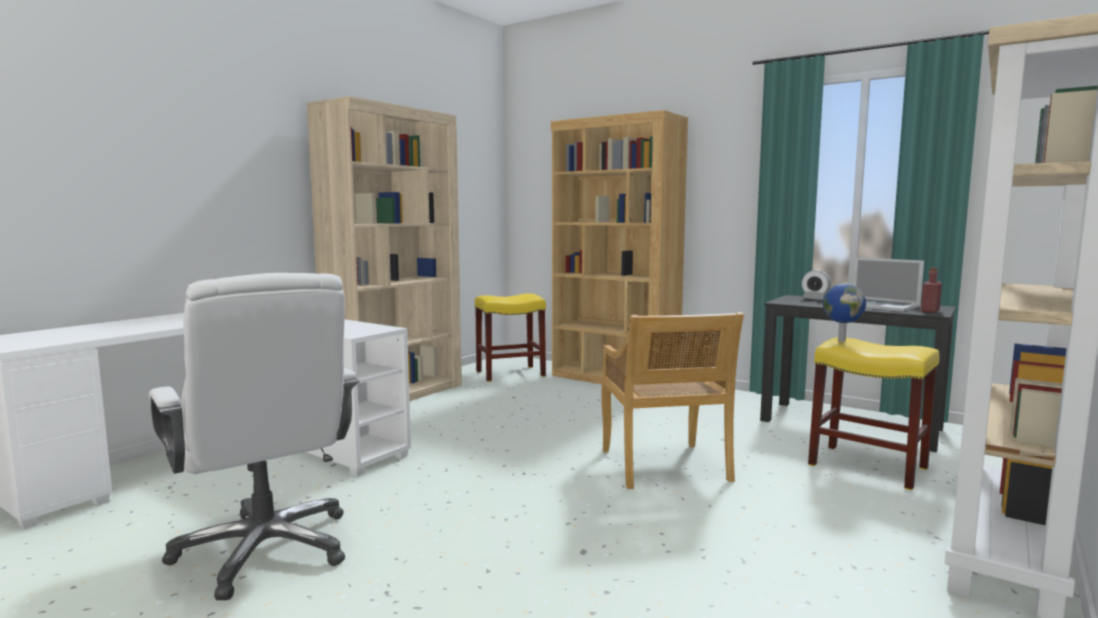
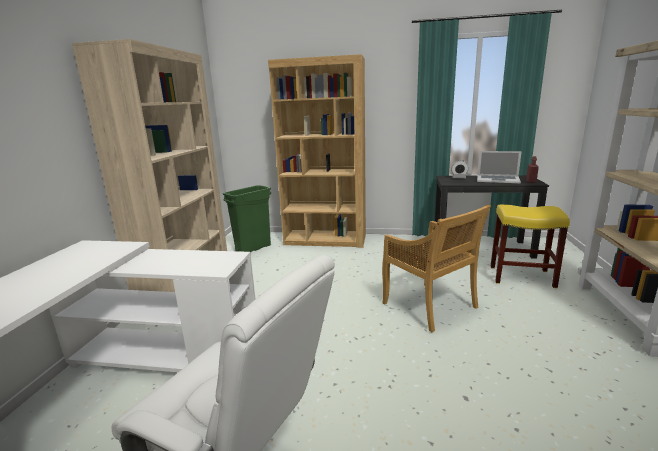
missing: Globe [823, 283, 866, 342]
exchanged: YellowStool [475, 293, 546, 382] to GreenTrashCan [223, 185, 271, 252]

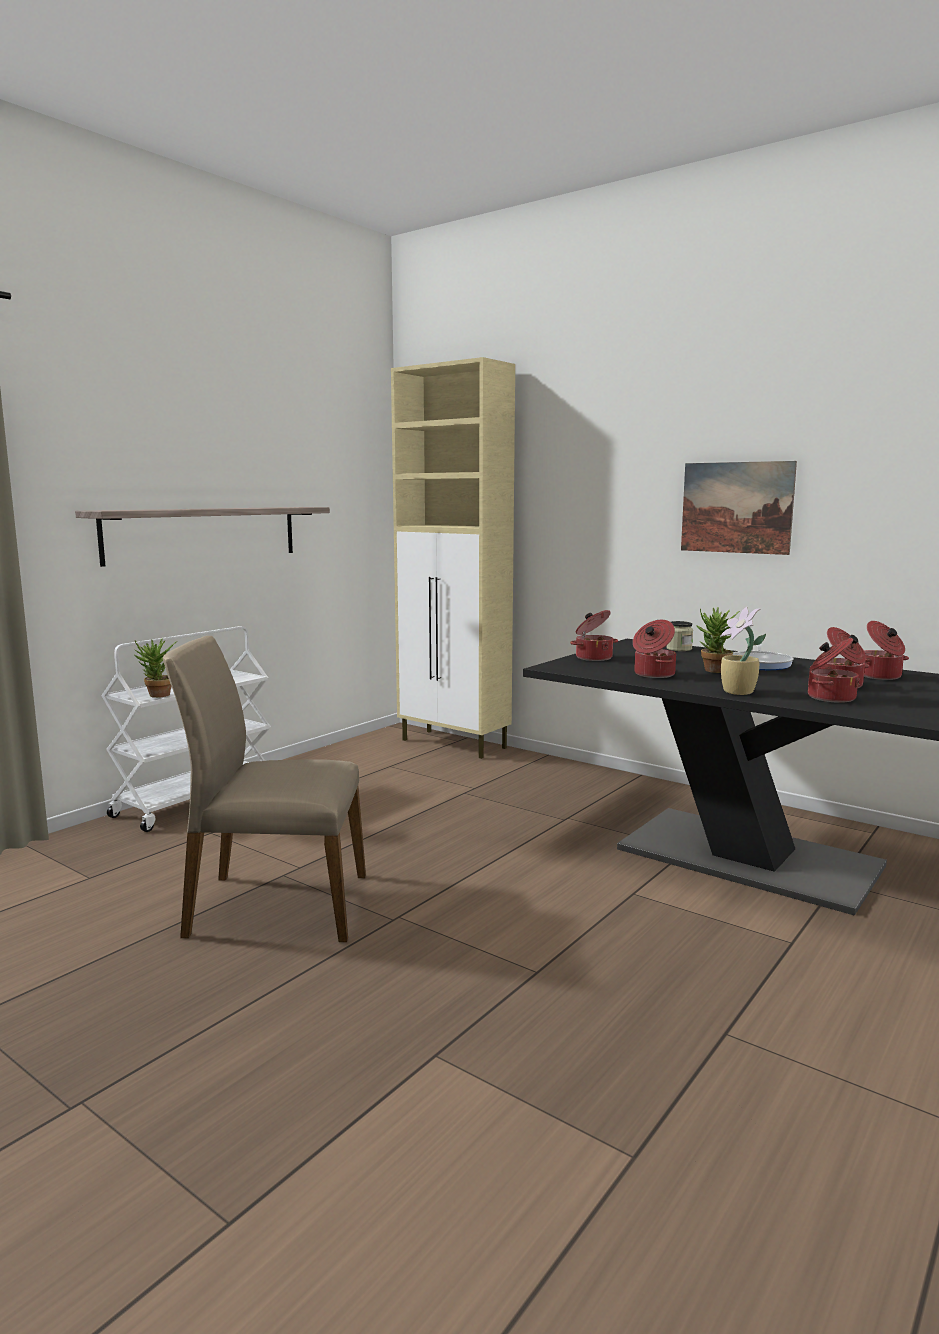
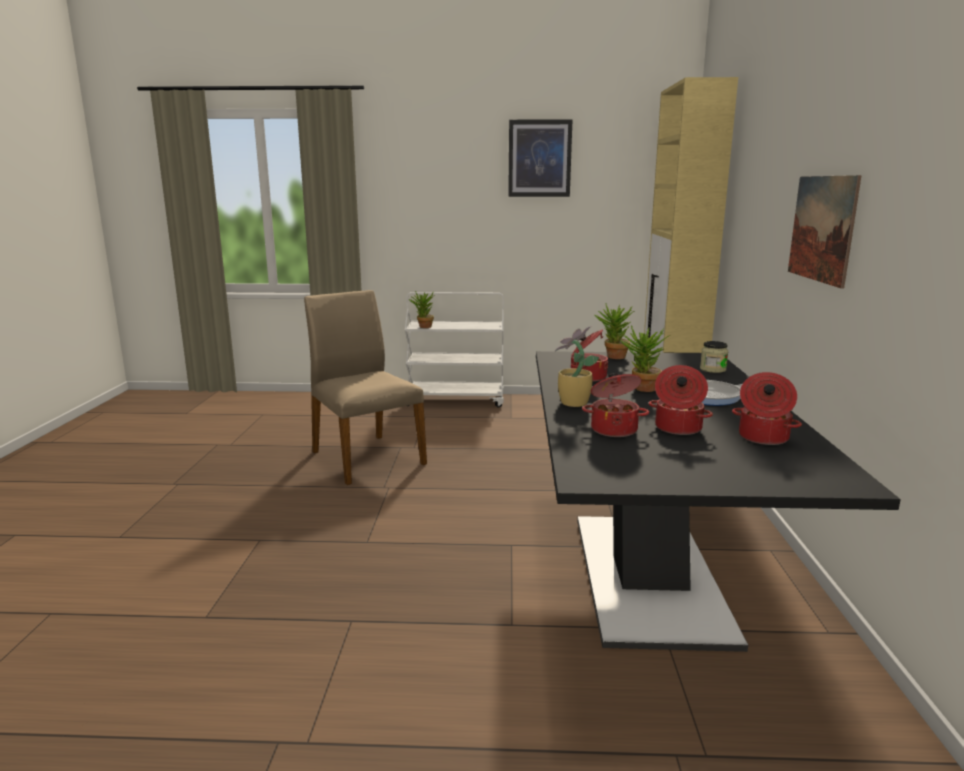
missing: Shelf [75, 507, 330, 567]
appeared: Picture [508, 119, 573, 197]
exchanged: CookingPot [570, 610, 618, 661] to PottedPlant [594, 303, 635, 359]

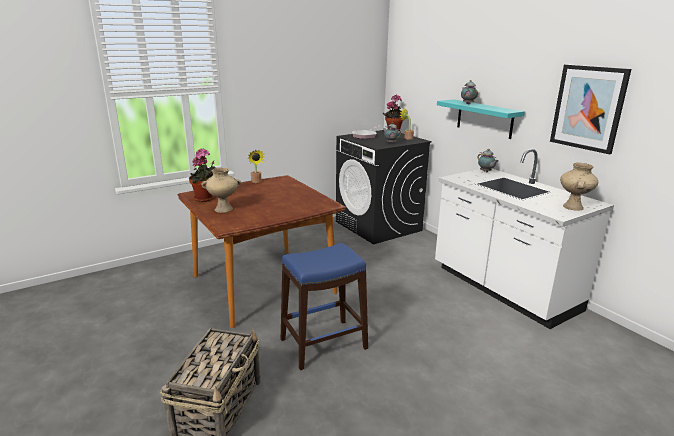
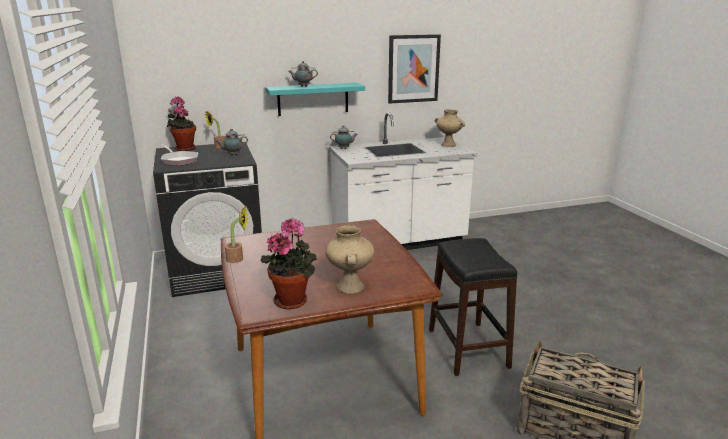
colour: BlueStool [281, 243, 368, 370] to BlackStool [429, 238, 517, 376]

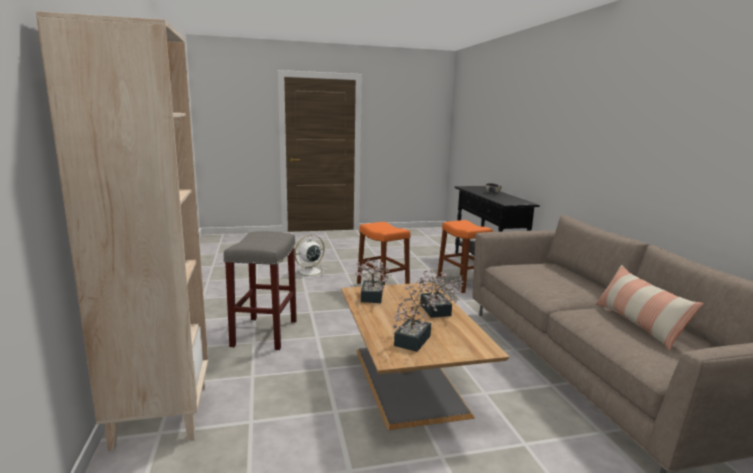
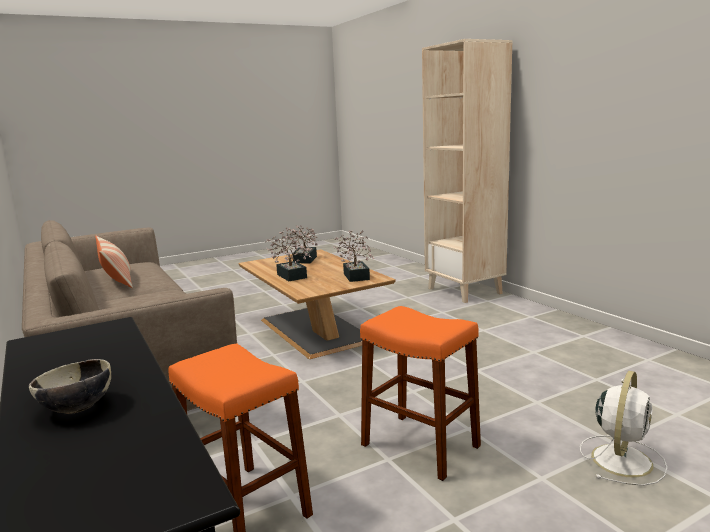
missing: GreyStool [224, 231, 297, 350]

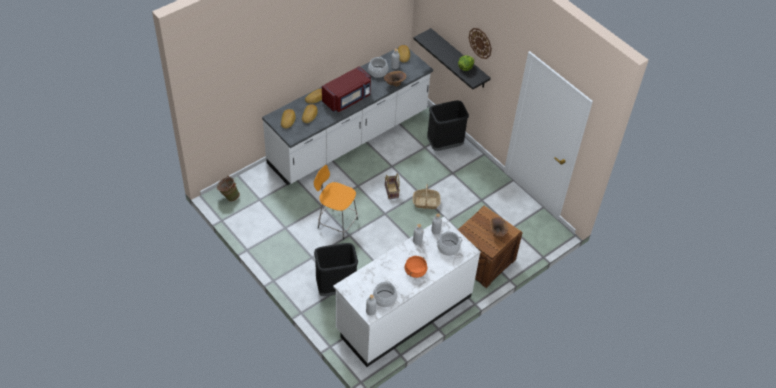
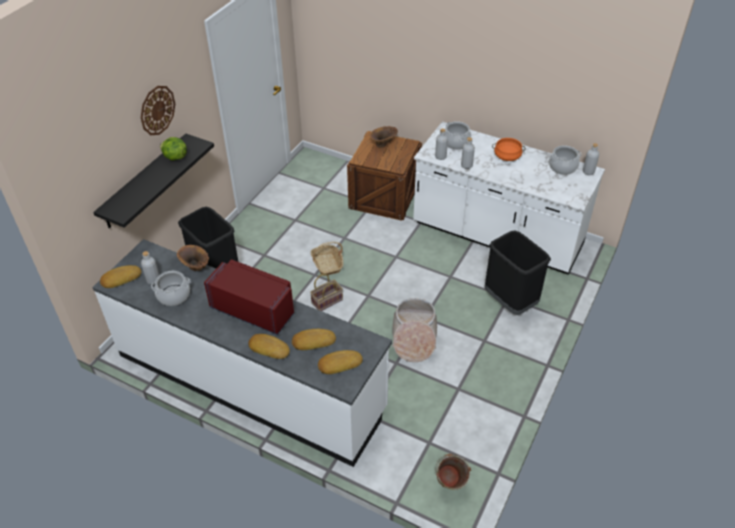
exchanged: OrangeStool [314, 165, 358, 240] to Basket [392, 298, 437, 362]

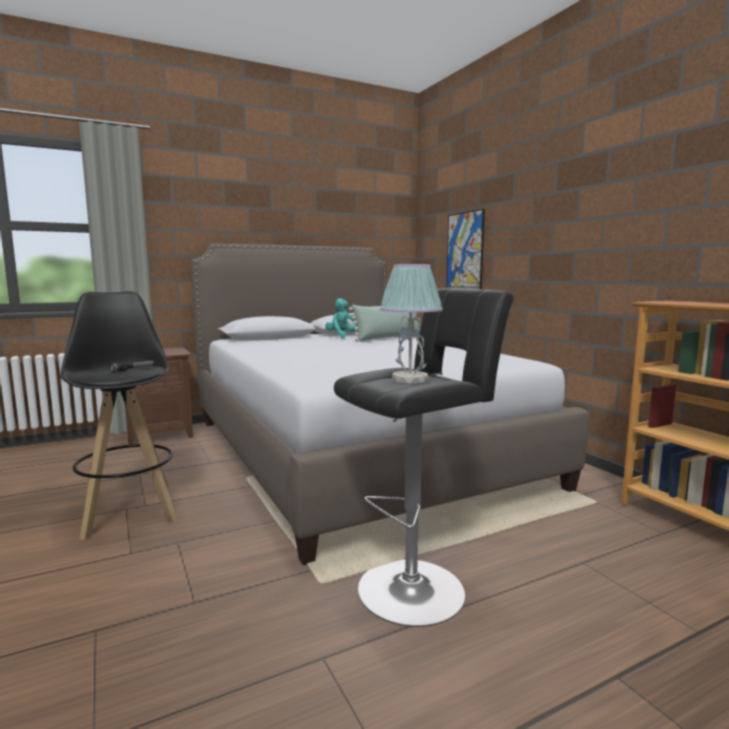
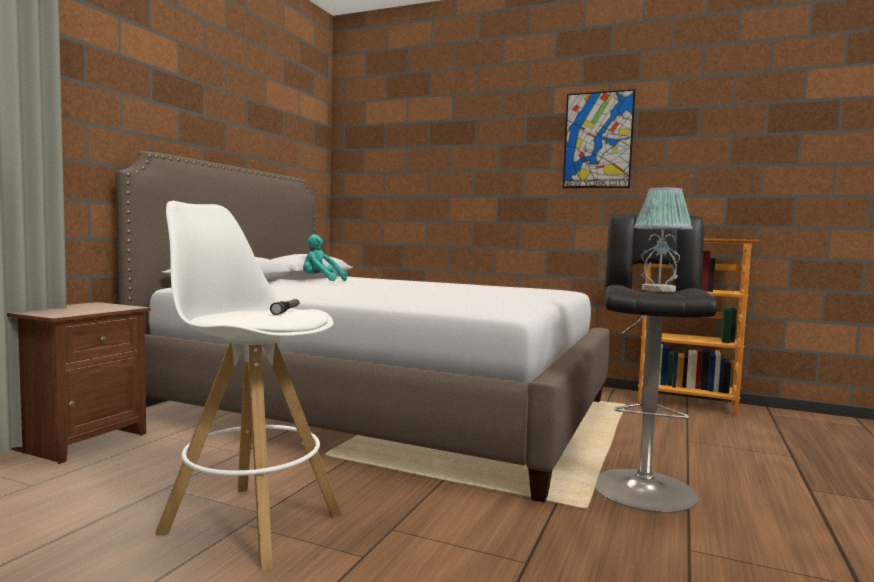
missing: GreenPillow [349, 305, 420, 341]
relocated: Picture [446, 209, 485, 289] to [563, 89, 635, 188]
colour: BlackStool [60, 291, 177, 540] to WhiteStool [155, 201, 343, 570]

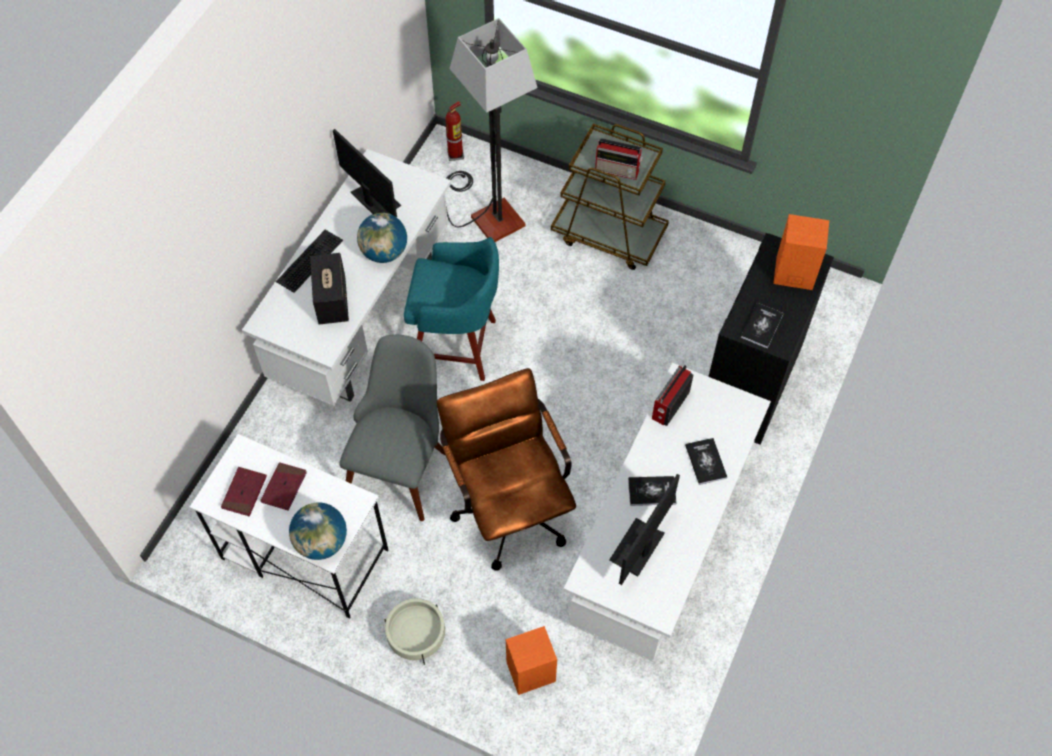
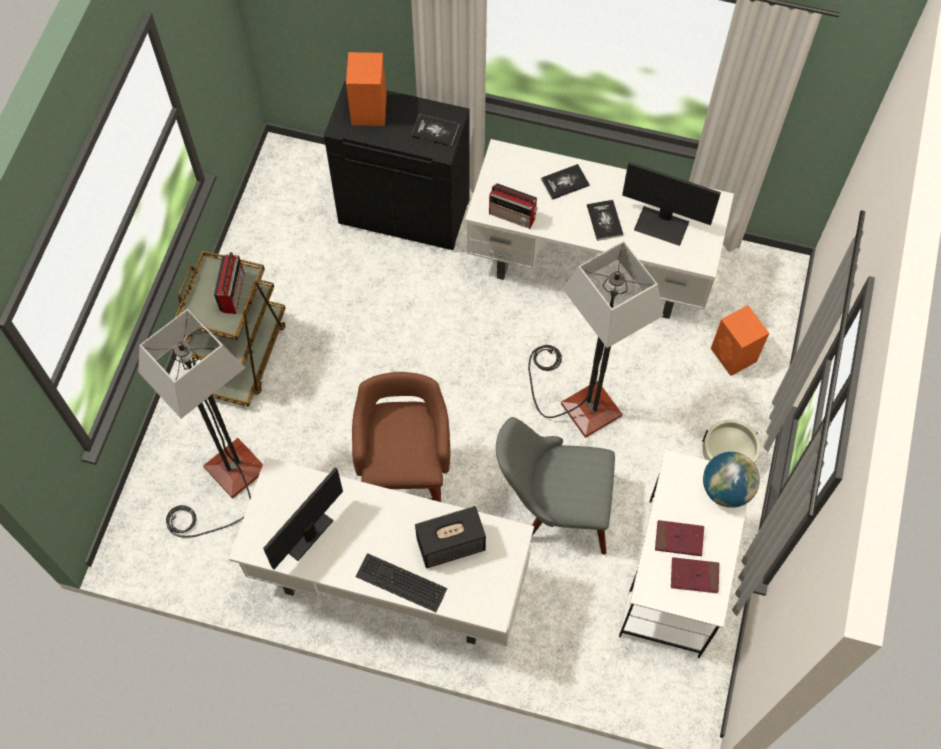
missing: FireExtinguisher [445, 101, 464, 161]; Globe [357, 213, 407, 263]
exchanged: BrownOfficeChair [437, 368, 576, 571] to FloorLamp [528, 241, 663, 438]
colour: TurquoiseStool [404, 237, 499, 381] to BrownStool [352, 372, 450, 502]

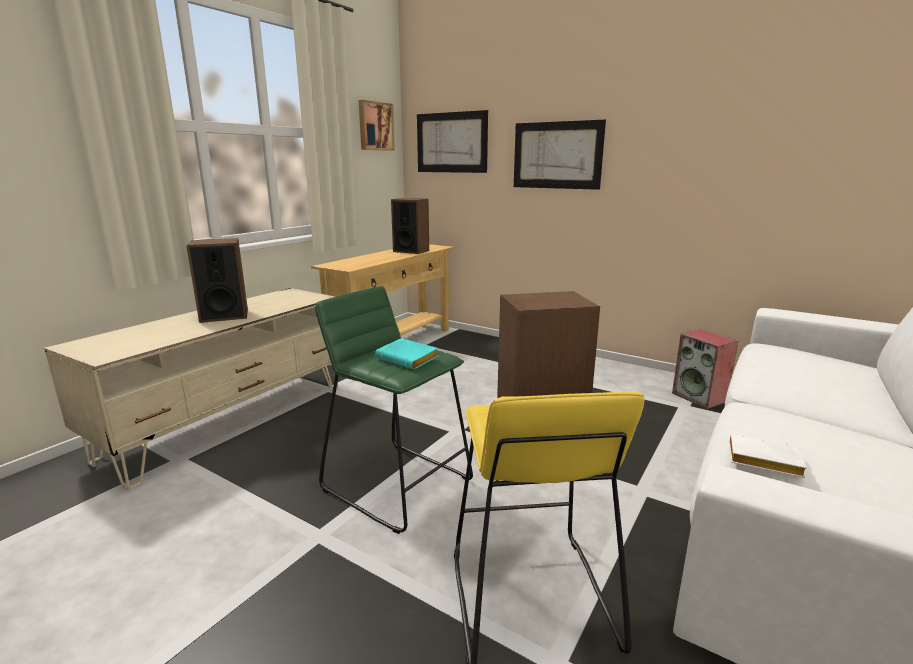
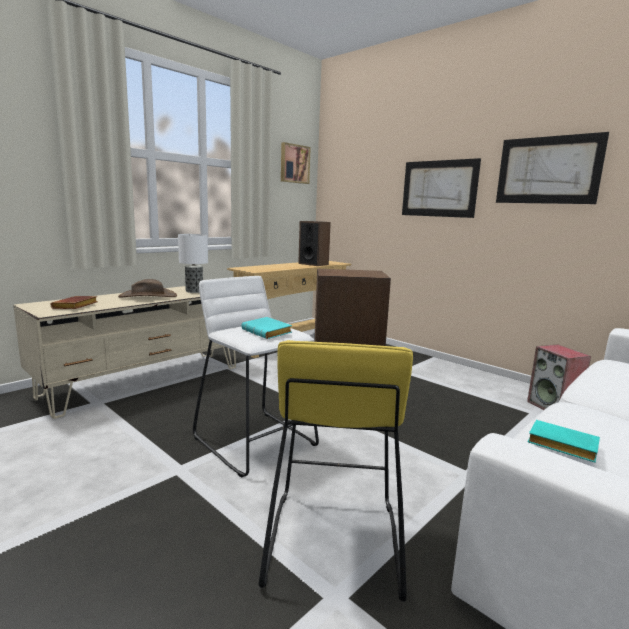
appeared: TableLamp [178, 234, 208, 293]; BrownBook [51, 296, 98, 309]
relocated: Picture [417, 110, 488, 173] to [496, 132, 609, 204]
exchanged: Speaker [186, 238, 248, 323] to BrownHat [118, 279, 177, 297]
colour: GreenStool [315, 286, 473, 534] to WhiteStool [193, 276, 319, 477]; WhiteBook [729, 434, 807, 478] to TurquoiseBook [528, 420, 600, 463]

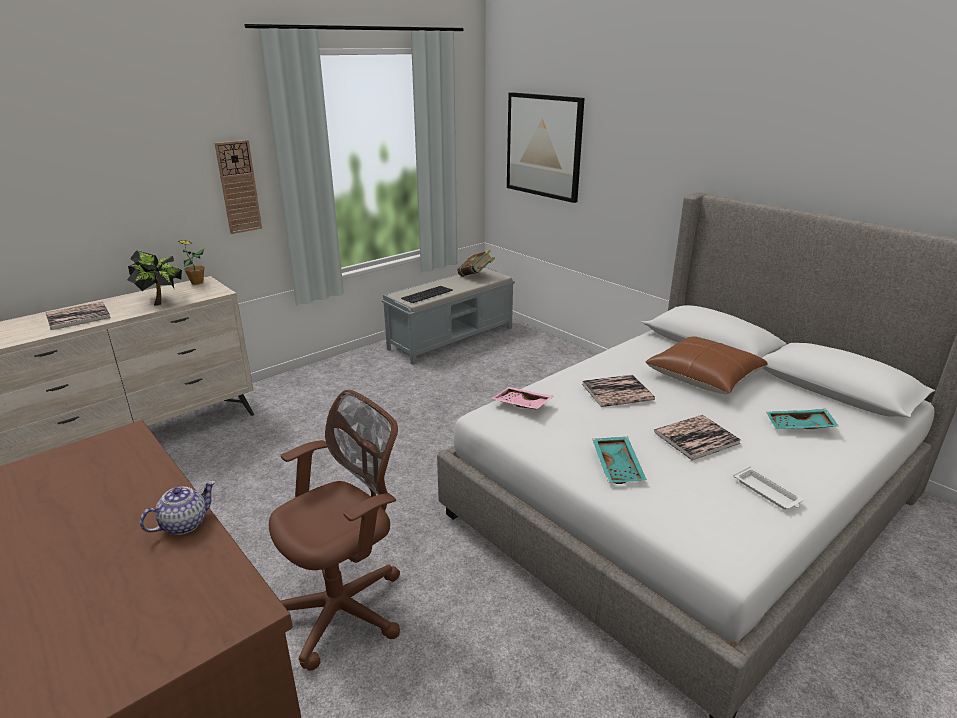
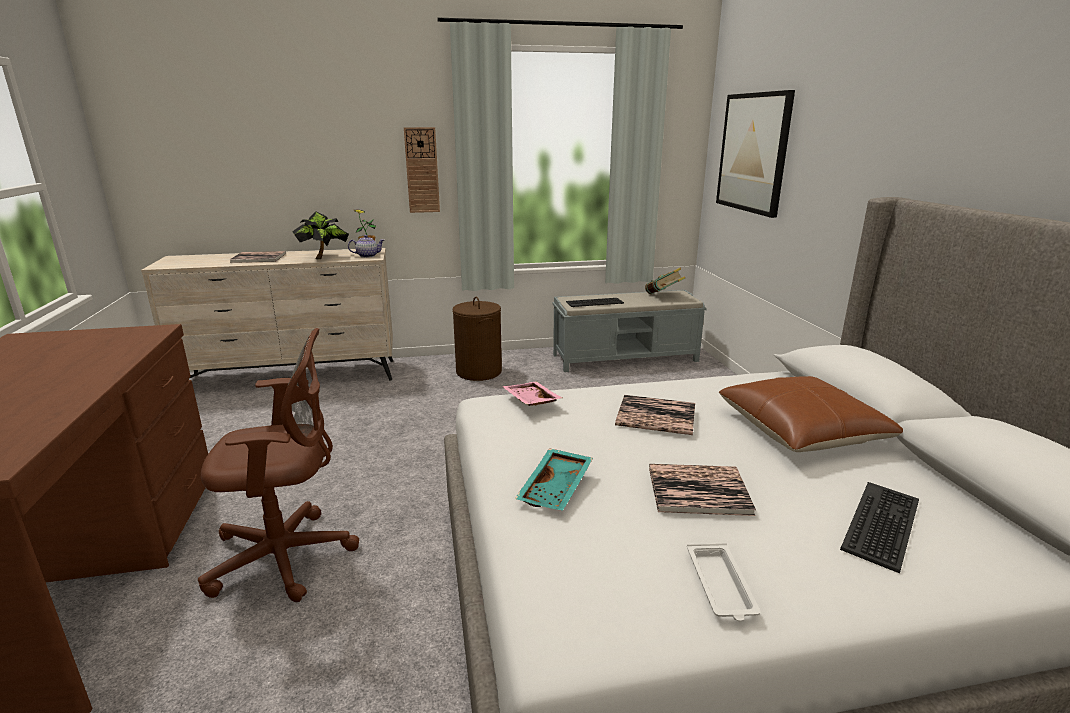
appeared: BrownLaundryBasket [453, 297, 502, 381]
relocated: Teapot [140, 481, 216, 535] to [348, 235, 384, 258]
exchanged: TurquoiseTray [766, 409, 839, 429] to Keyboard [840, 482, 919, 573]

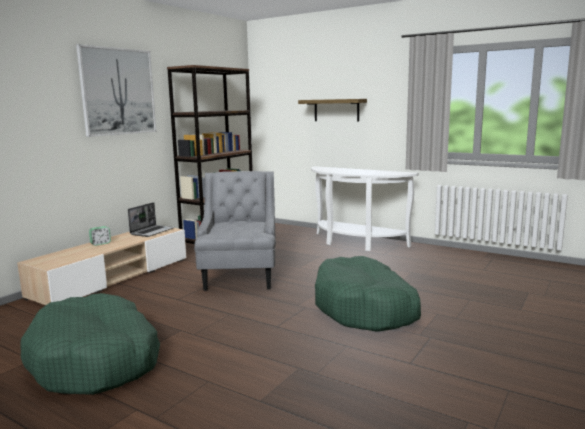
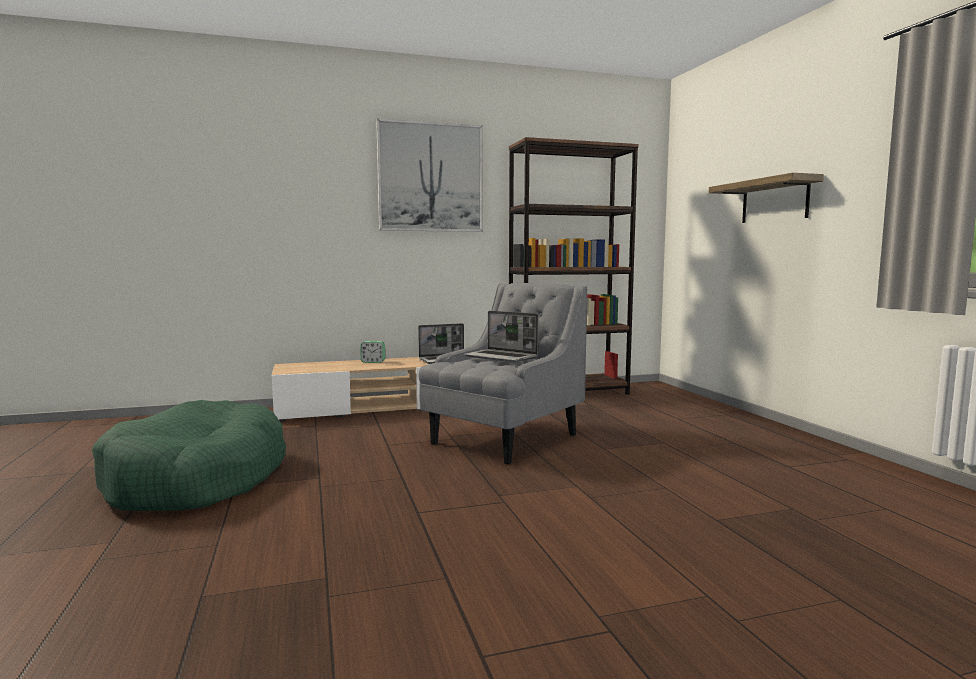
missing: WhiteConsoleTable [311, 166, 419, 251]; GreenDogBed [315, 256, 421, 332]
appeared: Laptop [464, 311, 538, 362]

